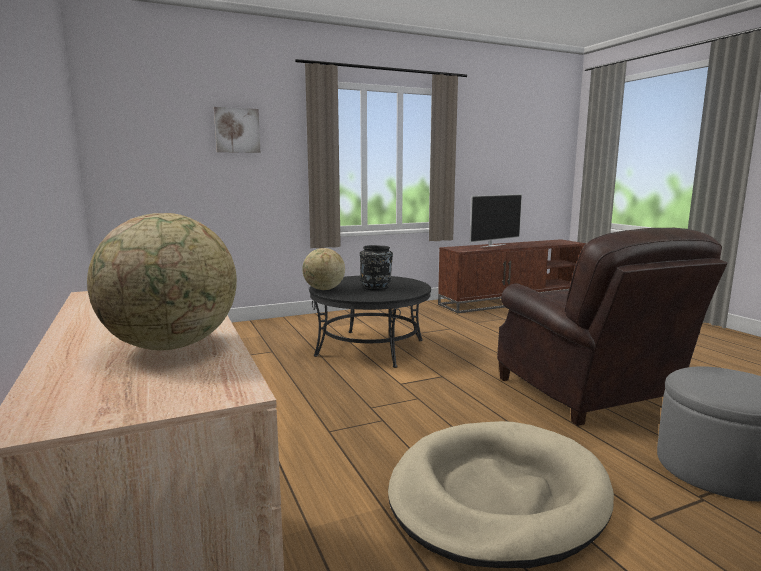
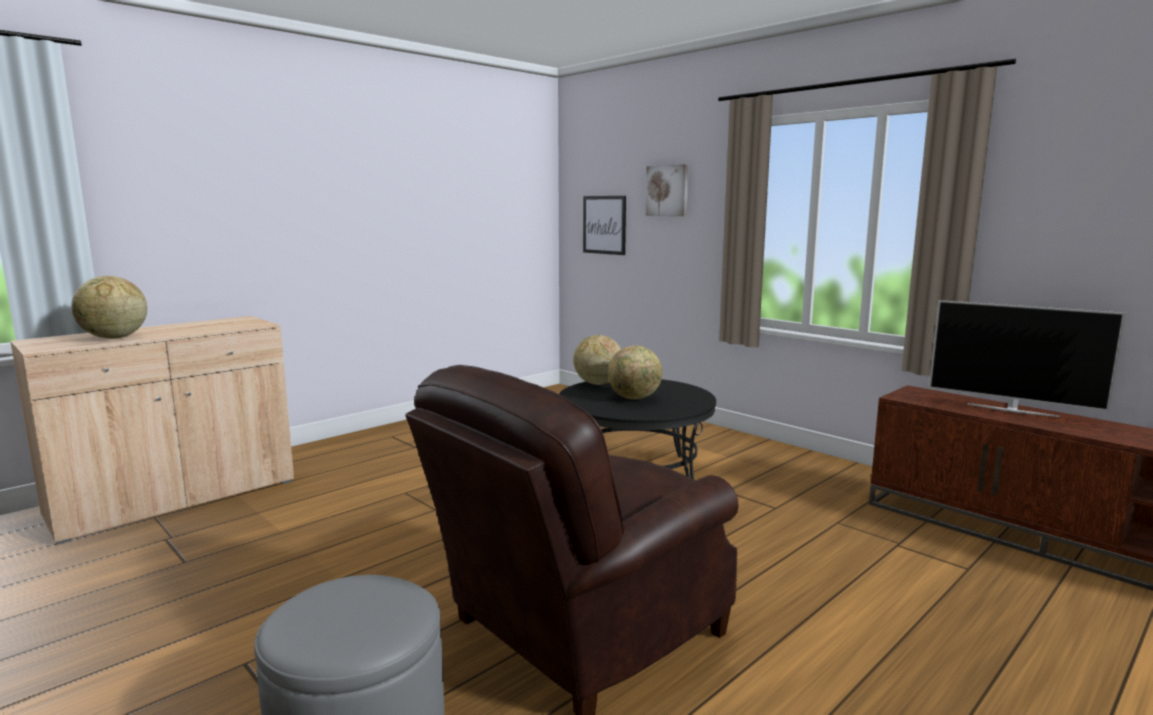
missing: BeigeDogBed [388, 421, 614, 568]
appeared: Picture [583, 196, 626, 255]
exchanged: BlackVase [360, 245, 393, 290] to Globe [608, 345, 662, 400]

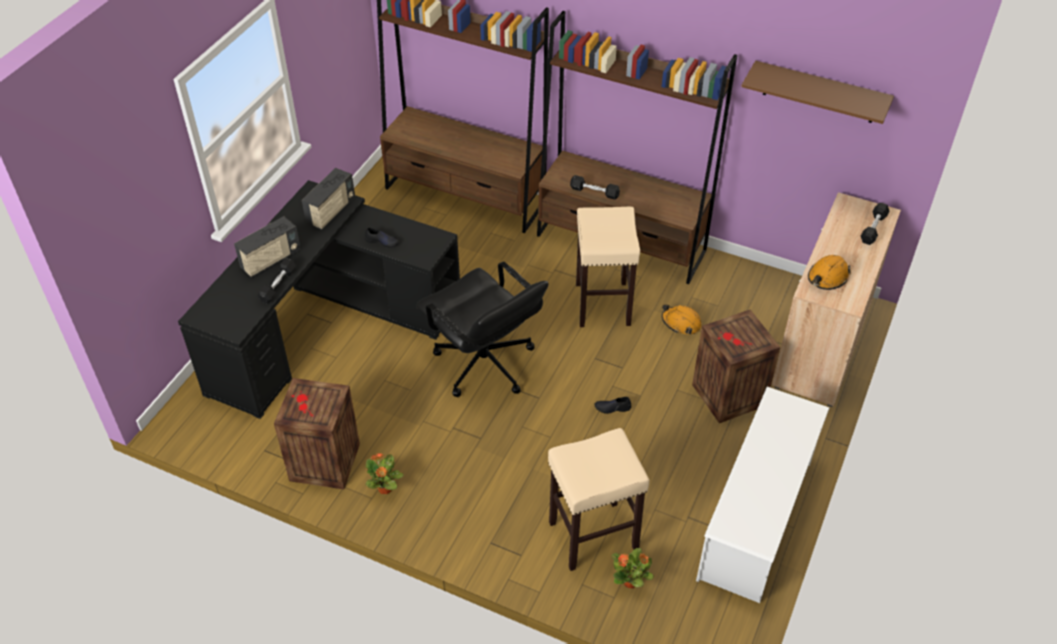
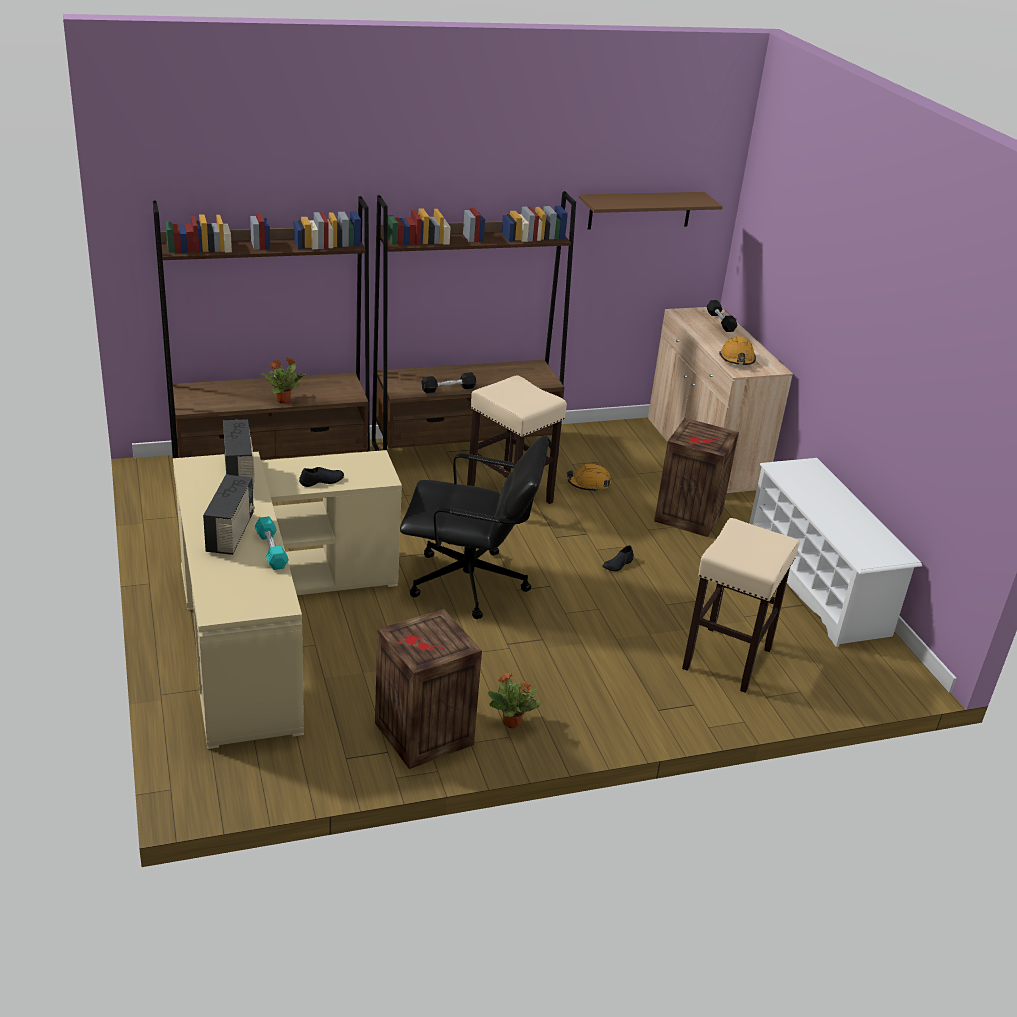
relocated: PottedPlant [611, 548, 653, 588] to [261, 358, 305, 404]
colour: BlackDesk [178, 180, 460, 419] to BeigeDesk [173, 450, 402, 749]; BlackDumbbell [257, 258, 296, 304] to TurquoiseDumbbell [255, 516, 289, 570]

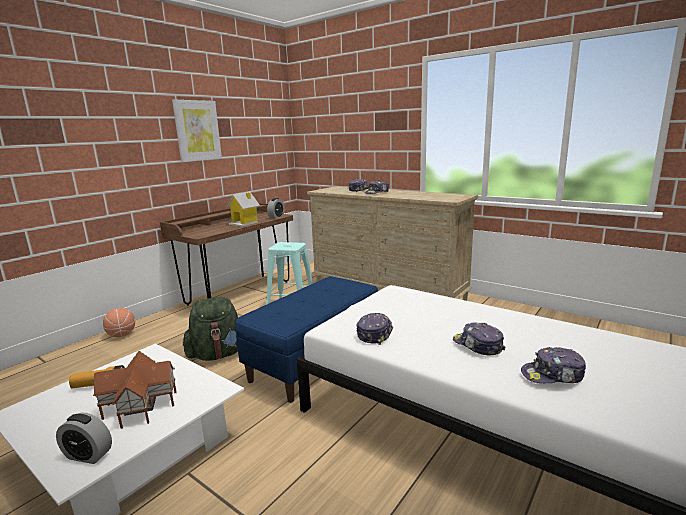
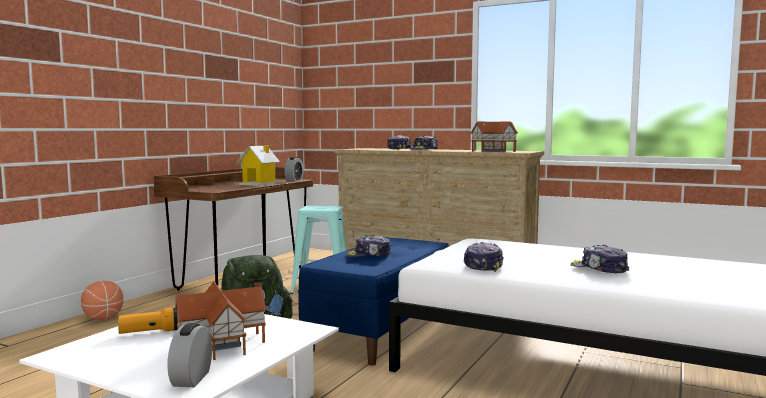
missing: Picture [172, 99, 222, 162]
appeared: ToyHouse [471, 121, 518, 152]
relocated: Cap [521, 347, 586, 383] to [346, 235, 391, 257]
spun: AlarmClock [56, 413, 112, 464] = [167, 323, 212, 387] 90 degrees clockwise

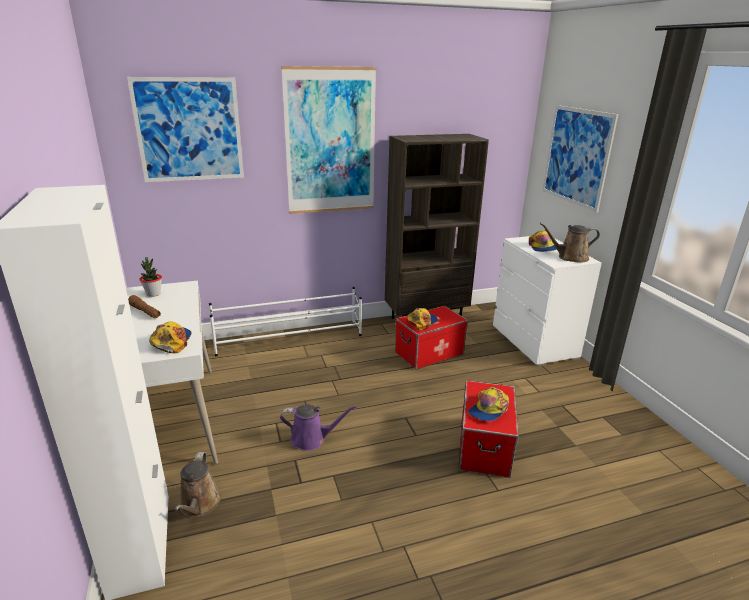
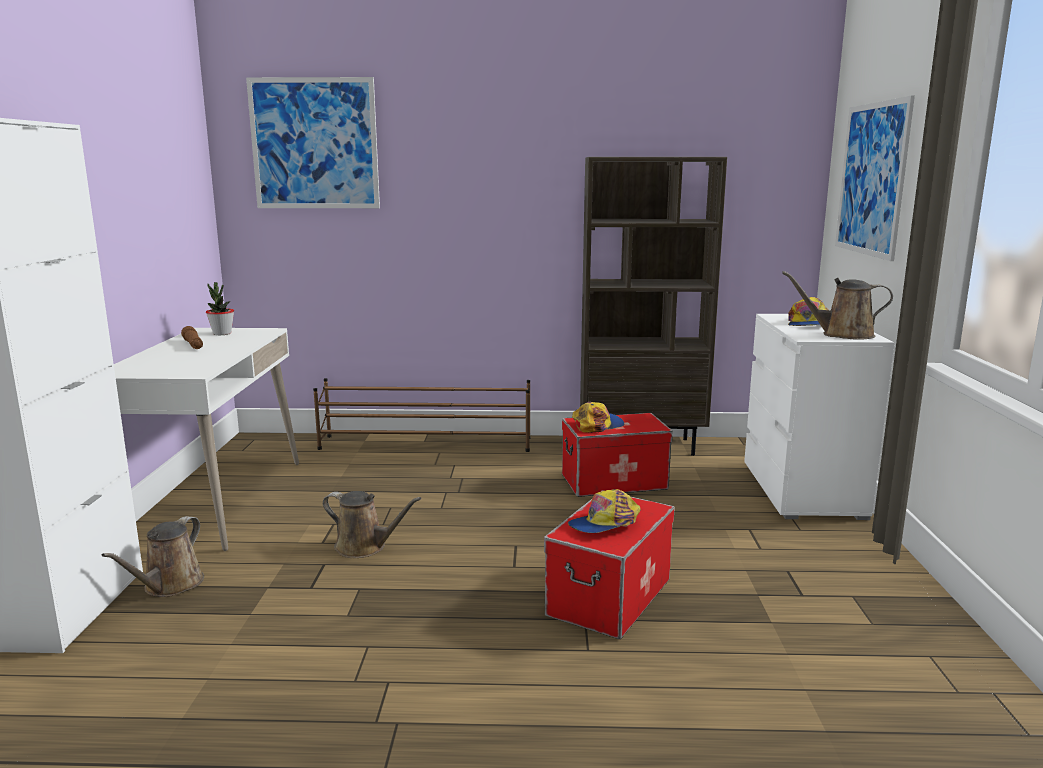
missing: Picture [281, 66, 377, 214]; Cap [149, 322, 192, 353]
colour: WhiteShoeRack [209, 287, 362, 356] to BrownShoeRack [313, 378, 530, 452]; PurpleWateringCan [280, 404, 357, 451] to BrownWateringCan [323, 491, 421, 558]

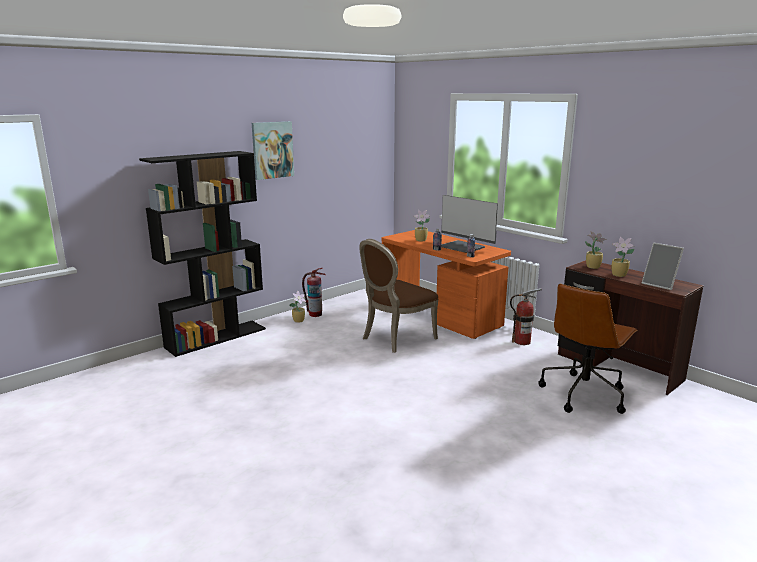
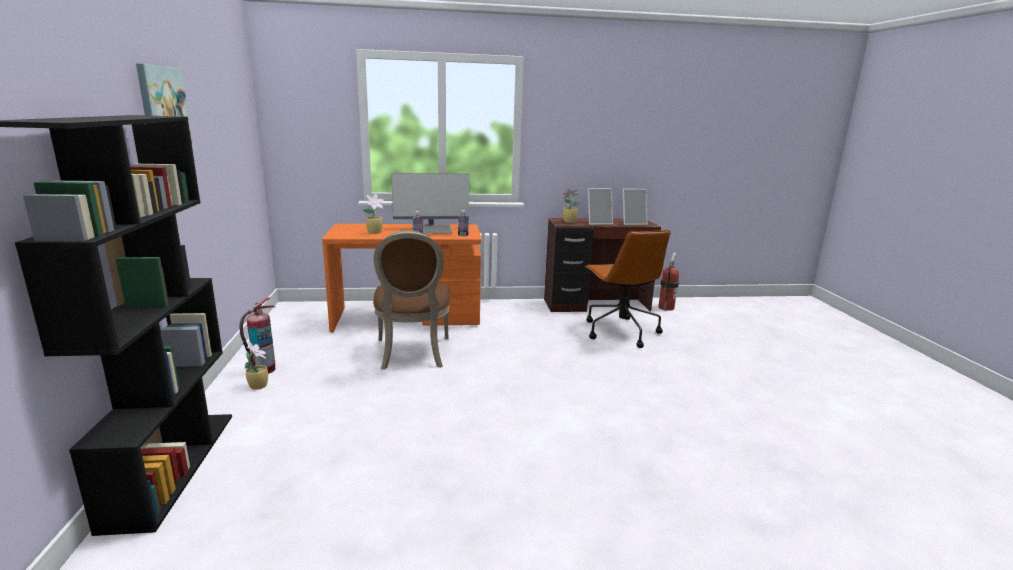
relocated: FireExtinguisher [510, 288, 542, 345] to [659, 252, 679, 311]
exchanged: PottedPlant [612, 237, 635, 277] to PictureFrame [588, 188, 613, 225]

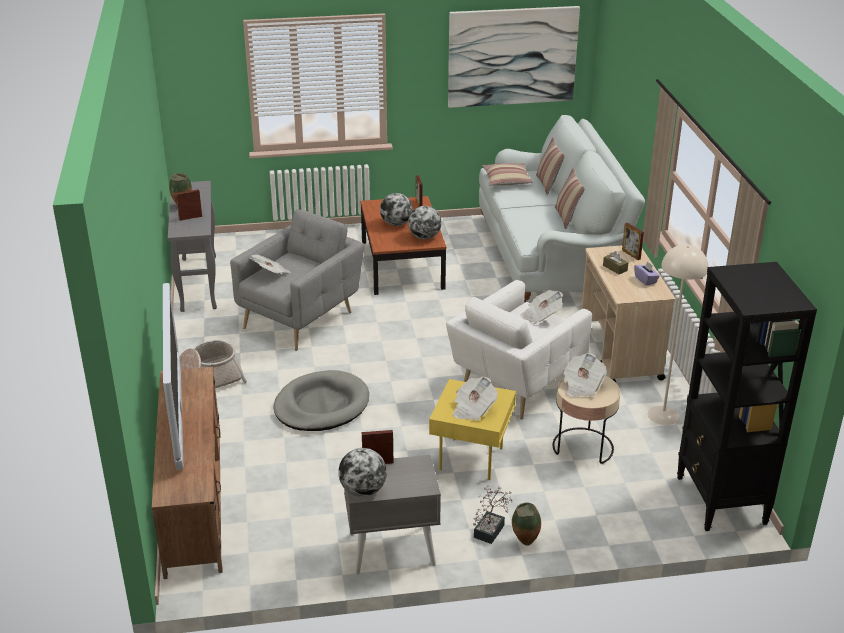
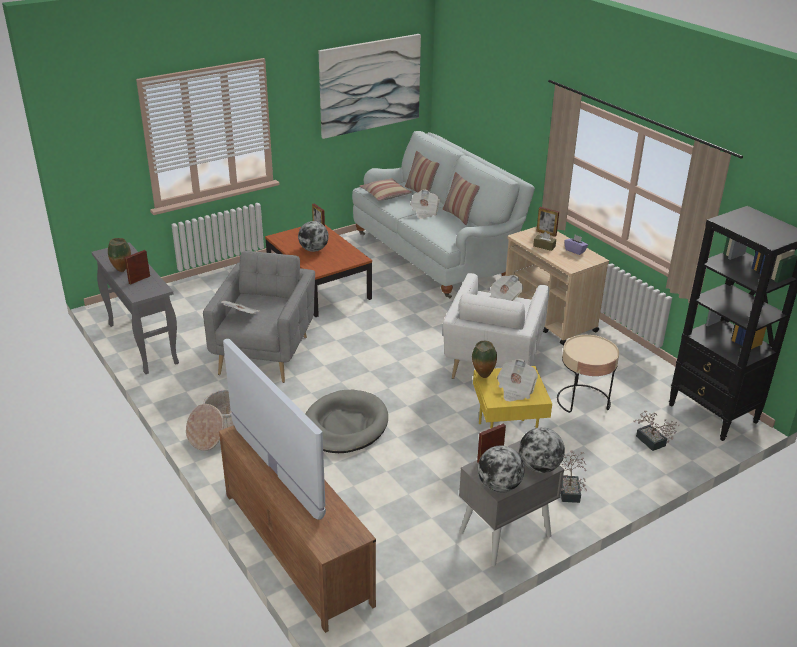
missing: BeigeFloorLamp [648, 244, 709, 425]
appeared: PottedPlant [633, 411, 679, 451]
relocated: Globe [408, 206, 442, 239] to [519, 427, 565, 473]; Newspaper [563, 353, 607, 397] to [410, 190, 440, 219]; Vase [512, 502, 541, 546] to [472, 341, 497, 378]

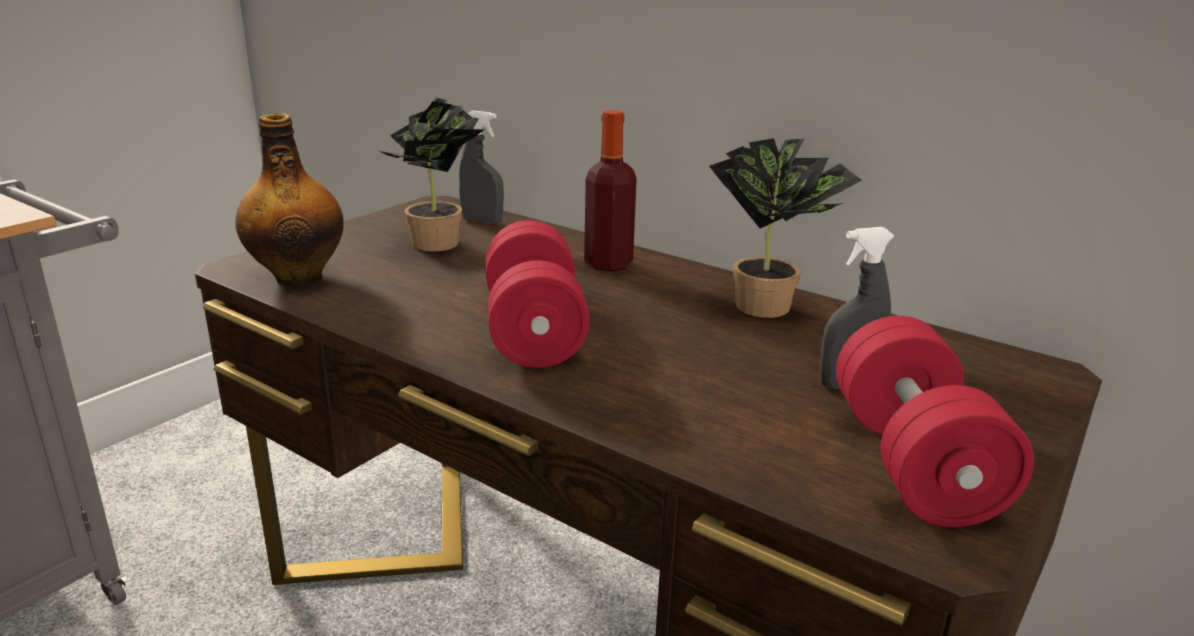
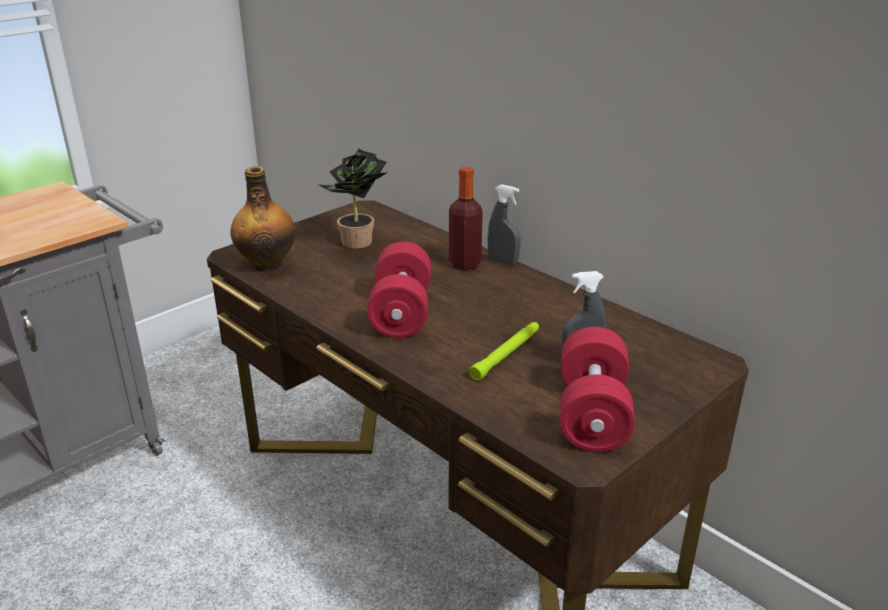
missing: PottedPlant [709, 138, 862, 318]
appeared: GreenFlashlight [469, 322, 539, 380]
relocated: GreySprayBottle [459, 110, 504, 225] to [487, 184, 521, 266]

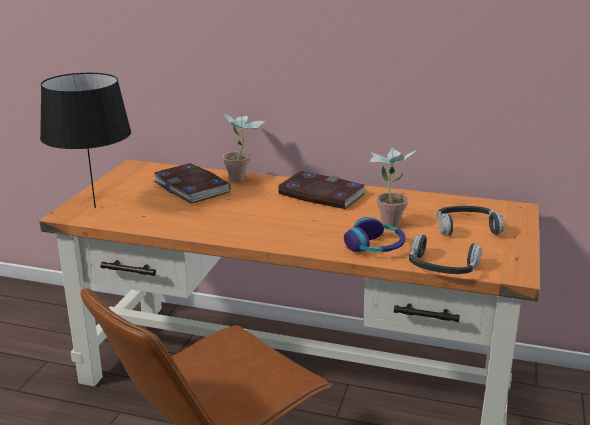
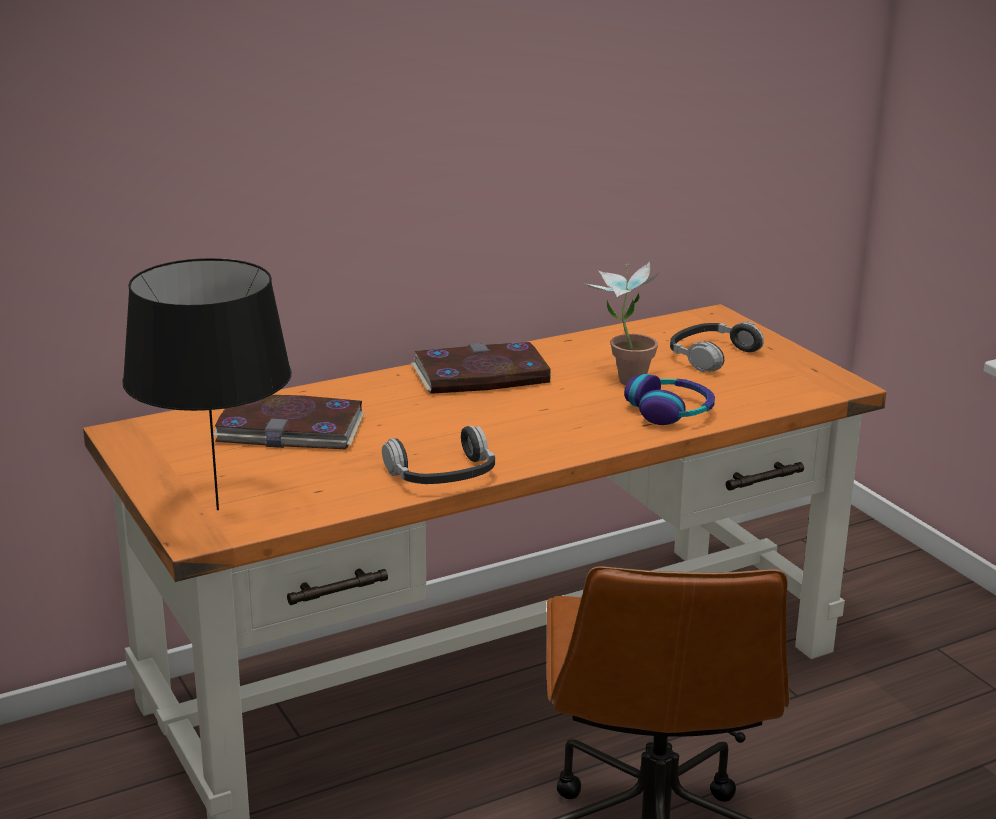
missing: PottedPlant [221, 111, 266, 182]
relocated: Headphones [409, 234, 482, 274] to [382, 426, 495, 484]

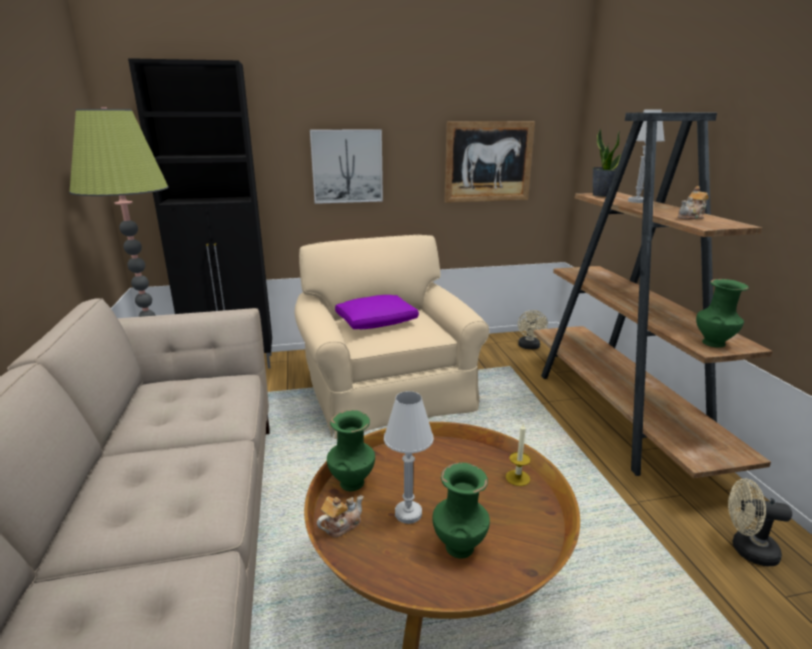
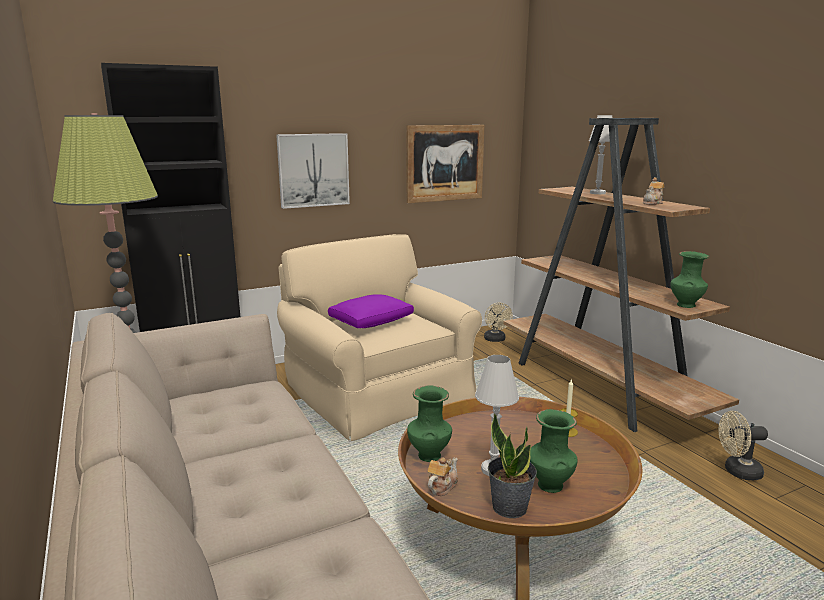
relocated: PottedPlant [592, 128, 621, 197] to [488, 413, 537, 518]

